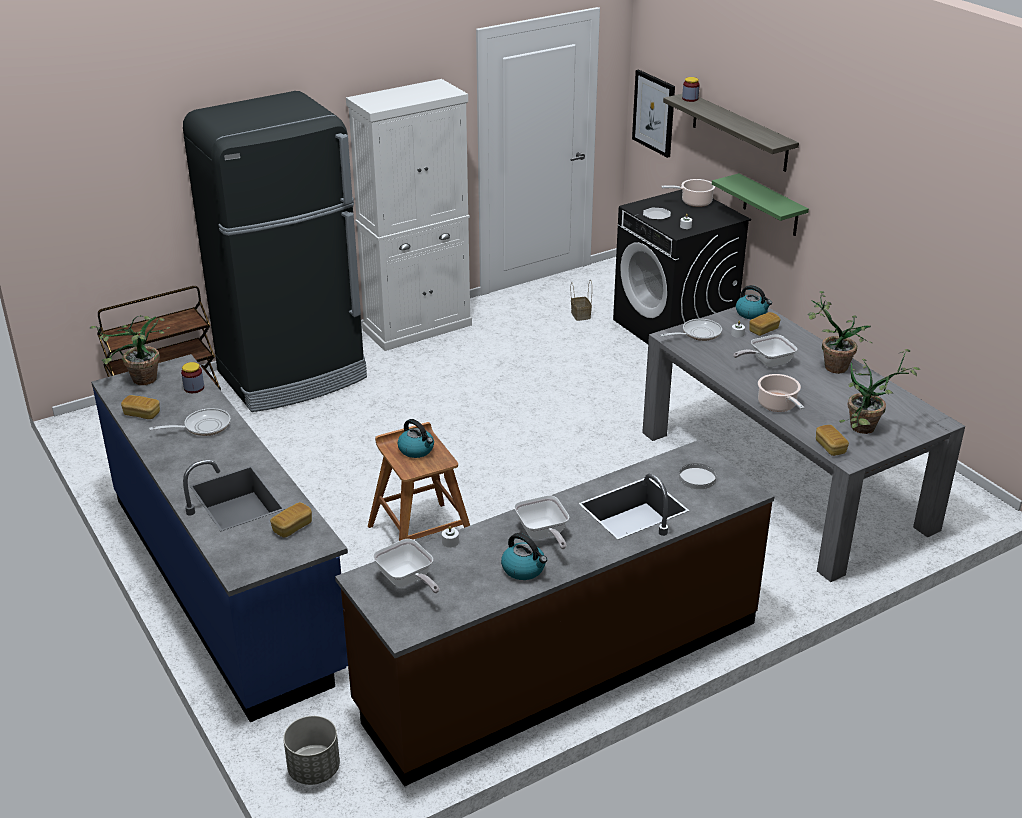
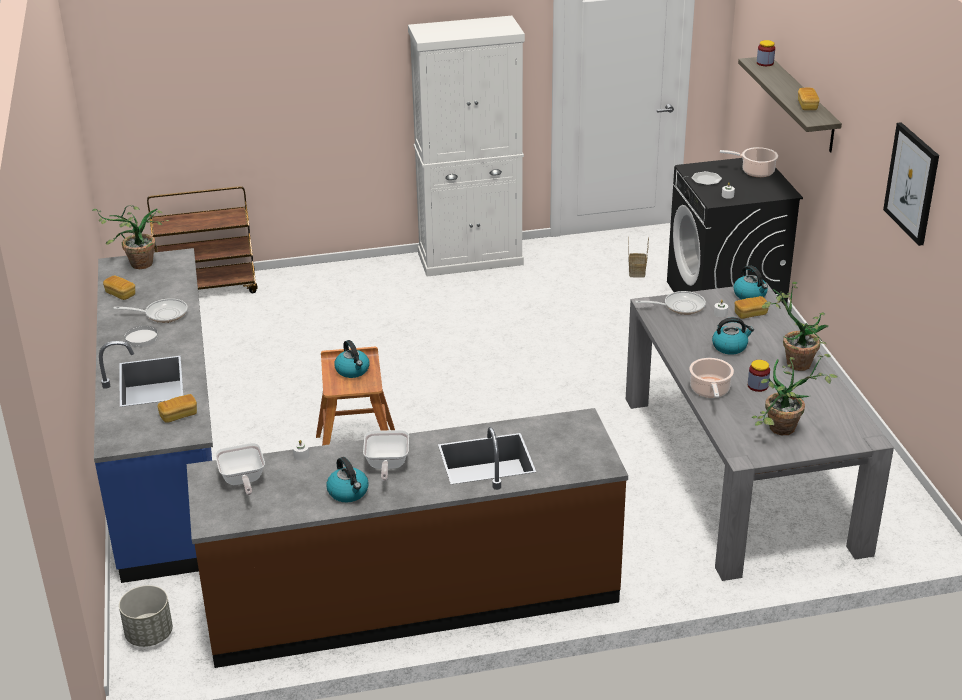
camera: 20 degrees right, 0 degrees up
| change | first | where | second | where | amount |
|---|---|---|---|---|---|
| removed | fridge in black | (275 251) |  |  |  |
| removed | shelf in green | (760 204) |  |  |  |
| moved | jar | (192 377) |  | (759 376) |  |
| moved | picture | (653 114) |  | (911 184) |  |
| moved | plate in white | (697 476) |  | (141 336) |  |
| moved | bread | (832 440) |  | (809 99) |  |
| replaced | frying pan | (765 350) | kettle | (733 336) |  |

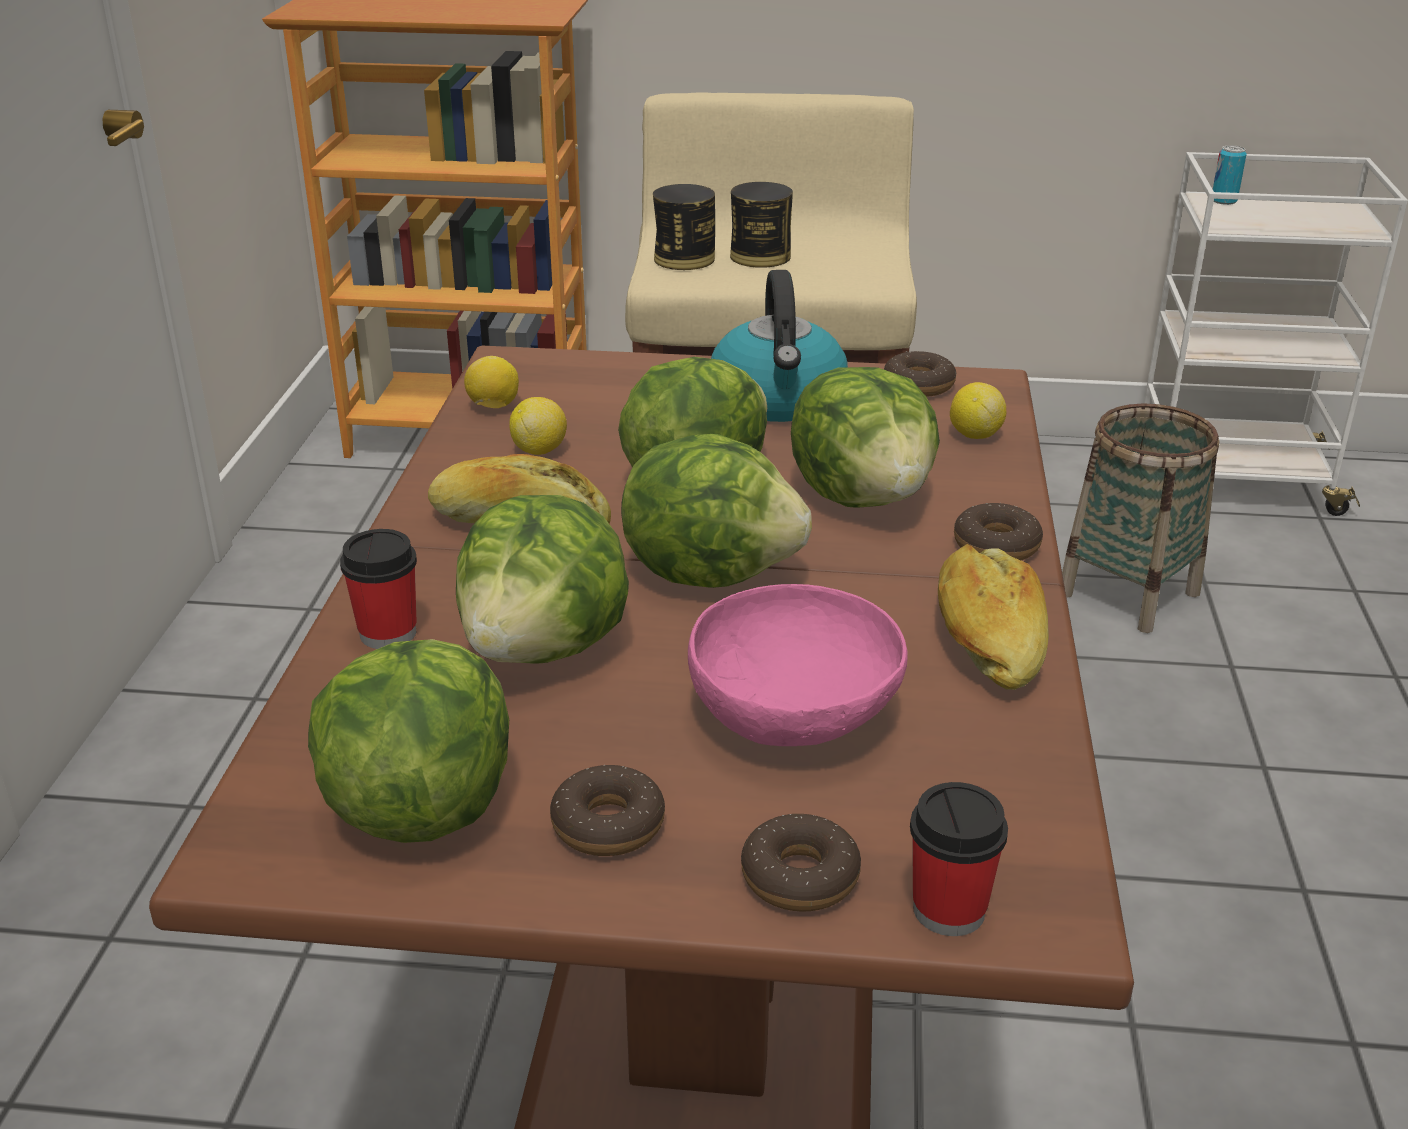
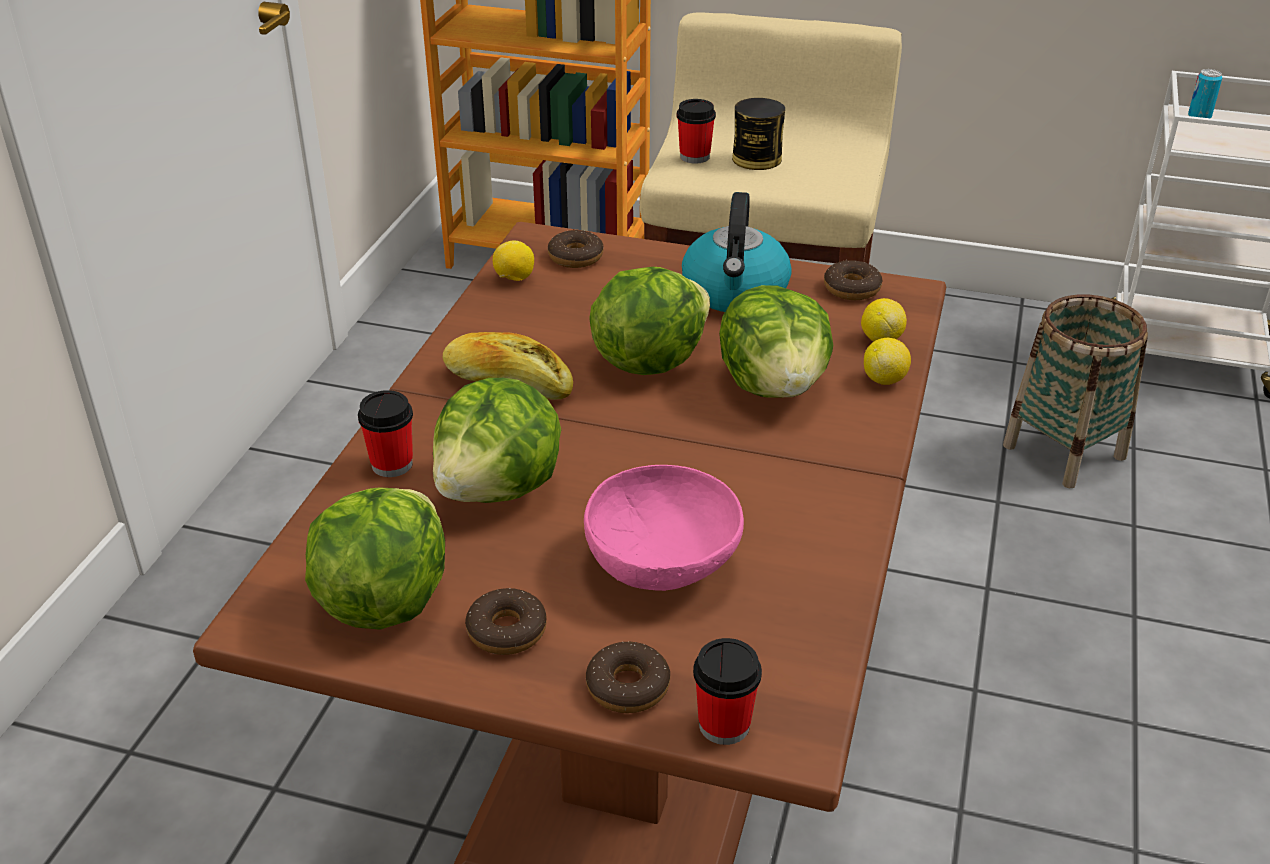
camera: 10 degrees right, 5 degrees up
| change | first | where | second | where | amount |
|---|---|---|---|---|---|
| removed | lettuce | (716 511) |  |  |  |
| removed | bread | (993 617) |  |  |  |
| moved | lemon | (538 426) |  | (887 361) |  |
| moved | donut | (998 531) |  | (575 249) |  |
| replaced | can | (684 227) | cup | (696 131) |  |

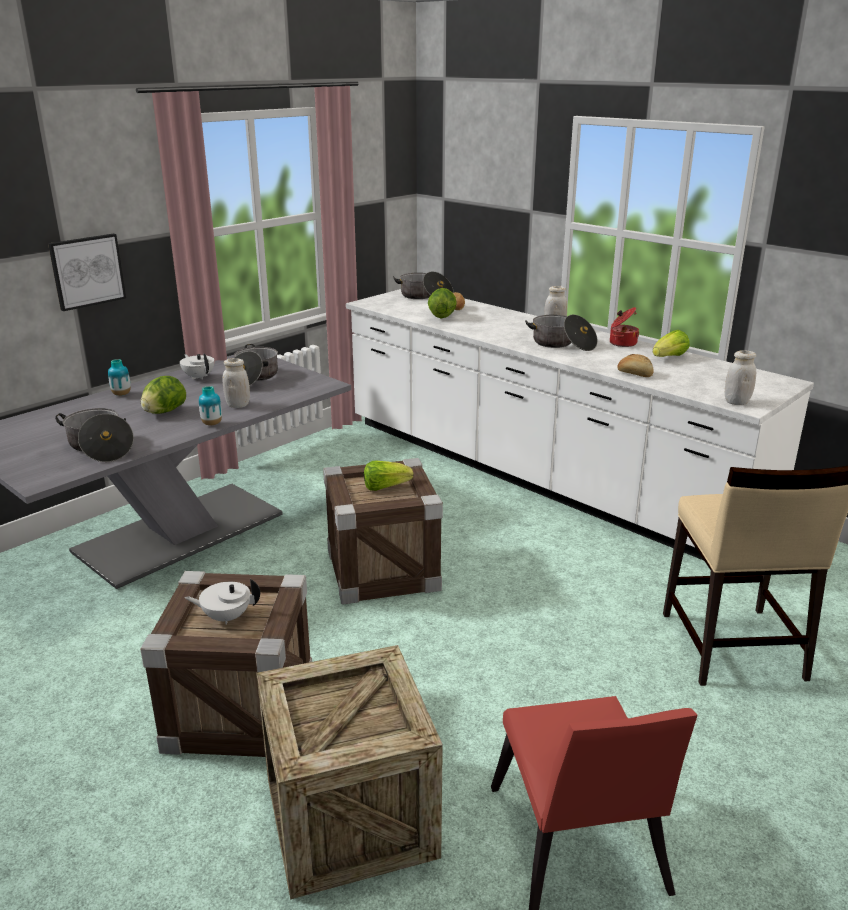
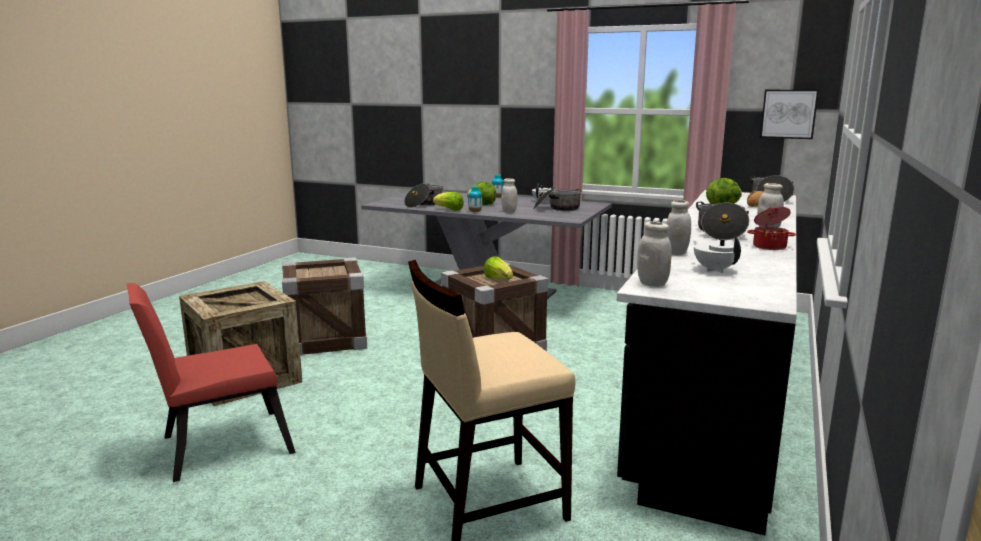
camera: 70 degrees right, 10 degrees down
| change | first | where | second | where | amount |
|---|---|---|---|---|---|
| moved | picture | (87 272) |  | (789 114) |  |
| moved | teapot in white | (222 602) |  | (717 255) |  |
| moved | lettuce | (671 343) |  | (448 201) |  |
| replaced | bread | (635 365) | jar in white | (679 227) |  |
| recoloured | counter in white | (580 424) | counter in black | (707 362) |  |

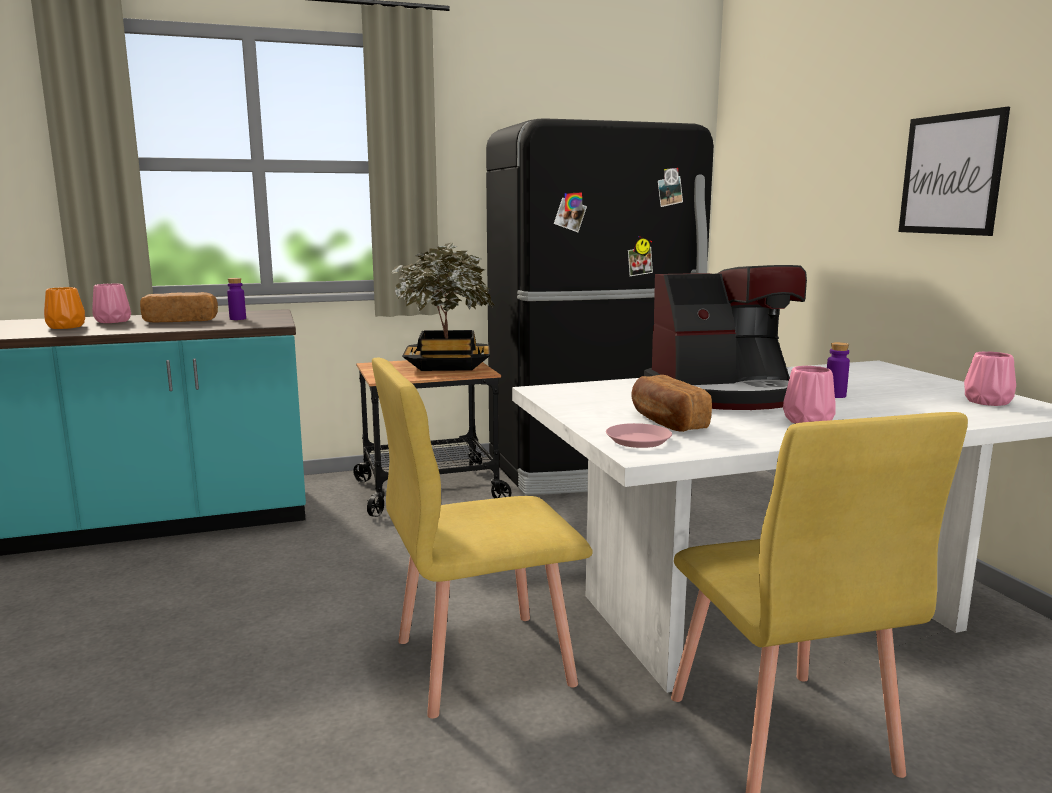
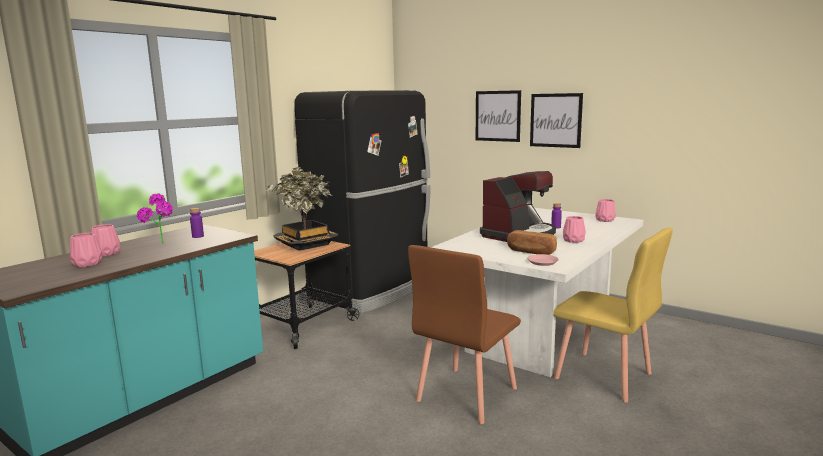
camera: 35 degrees left, 0 degrees up
| change | first | where | second | where | amount |
|---|---|---|---|---|---|
| added |  |  | picture | (498 116) |  |
| replaced | bread | (179 307) | potted plant | (155 218) |  |
| recoloured | vase in orange | (64 308) | vase in pink | (86 250) |  |
| recoloured | chair in yellow | (482 538) | chair in brown | (464 334) |  |

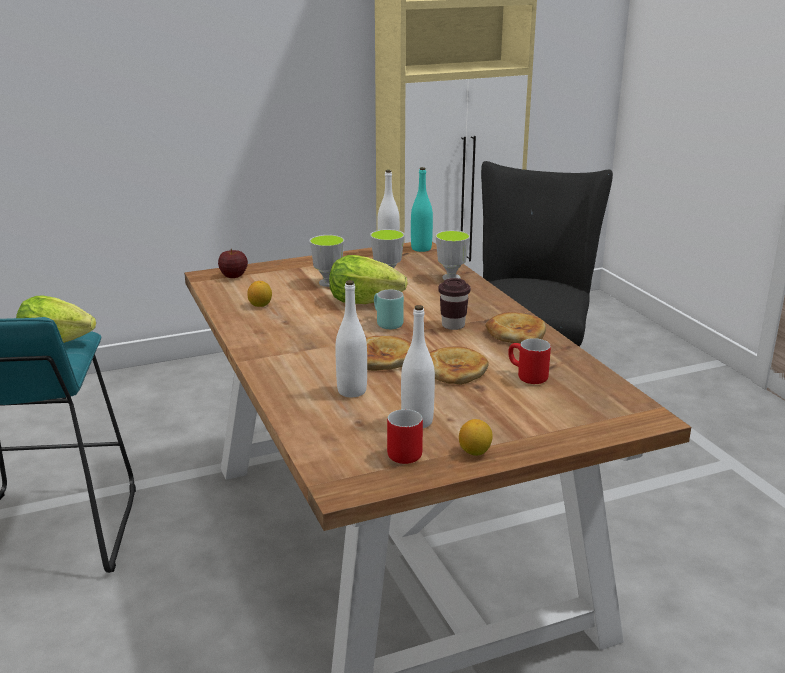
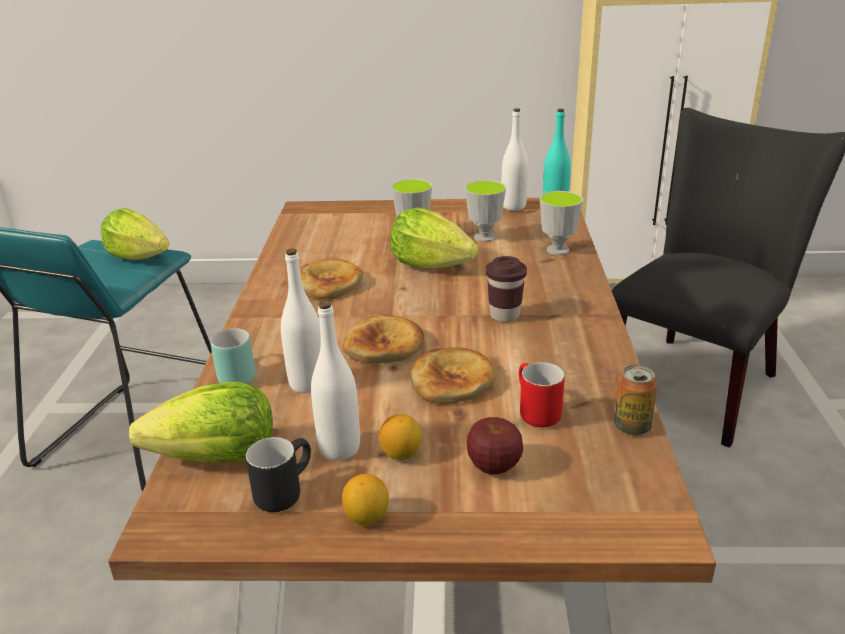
camera: 25 degrees right, 5 degrees up
| change | first | where | second | where | amount |
|---|---|---|---|---|---|
| added |  |  | lettuce | (201 422) |  |
| added |  |  | can | (636 400) |  |
| moved | apple | (233 263) |  | (495 445) |  |
| moved | lemon | (259 294) |  | (400 437) |  |
| moved | mug in turquoise | (389 309) |  | (232 356) |  |
| moved | bread | (515 328) |  | (331 279) |  |
| recoloured | mug in red | (405 436) | mug in black | (278 474) |  |

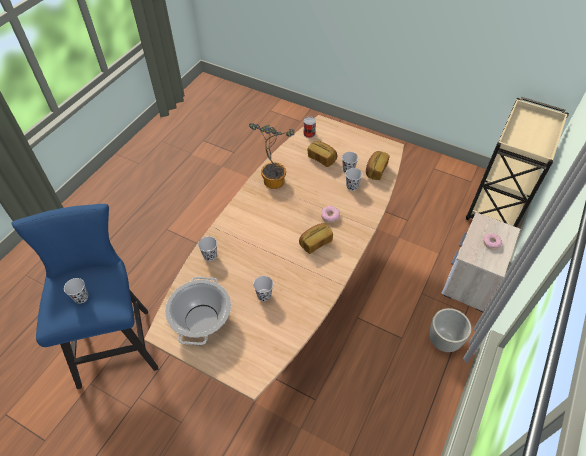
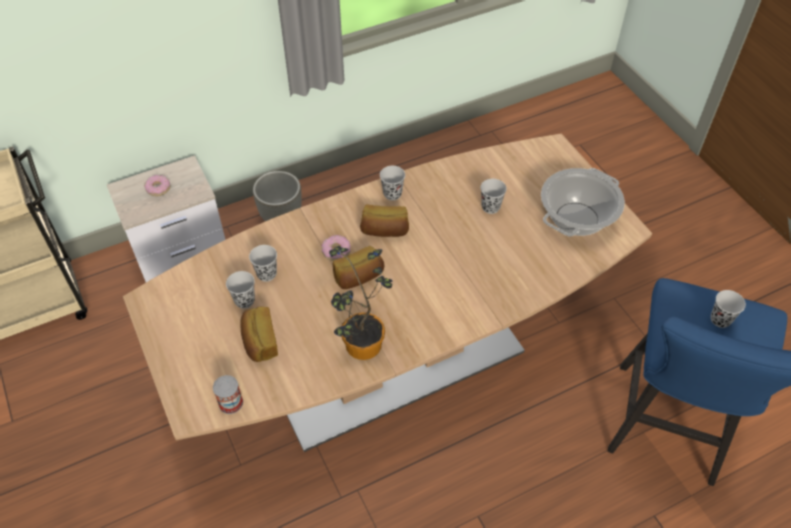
camera: 145 degrees left, 0 degrees up
| change | first | where | second | where | amount |
|---|---|---|---|---|---|
| moved | cup in black | (207 248) |  | (392 183) |  |
| moved | bread | (378 165) |  | (358 267) |  |

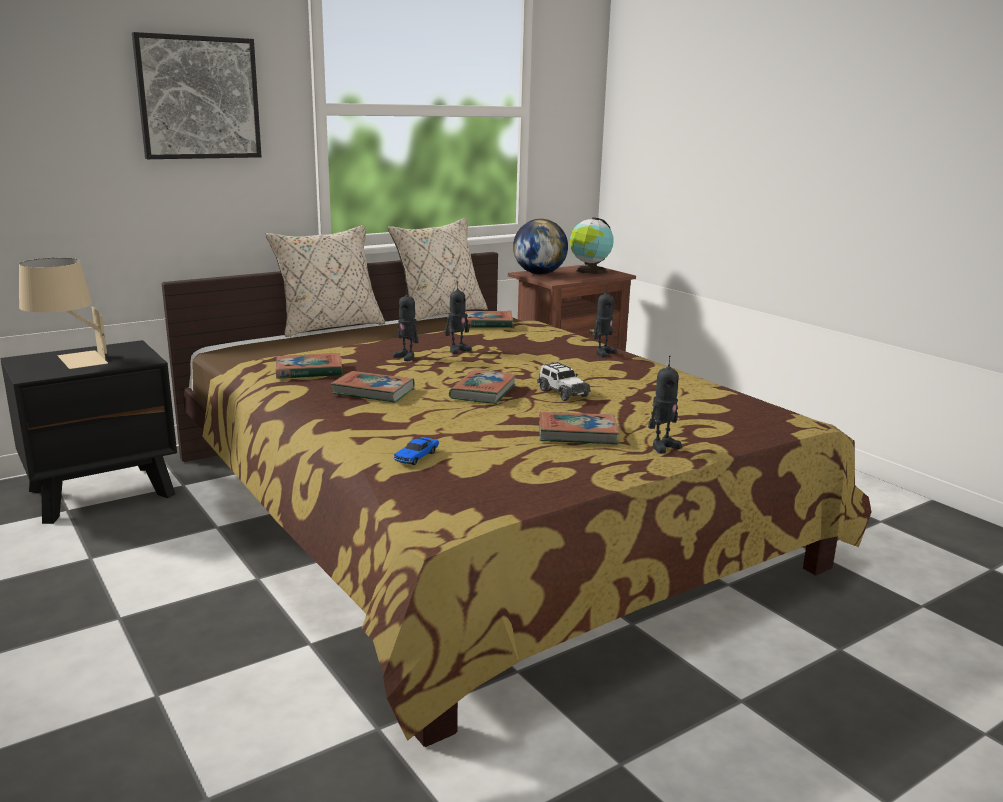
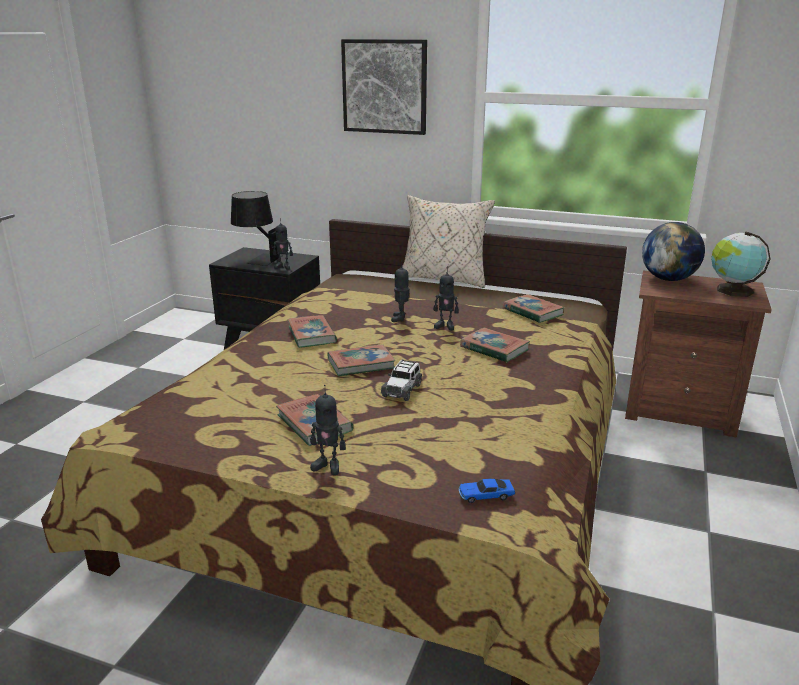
camera: 55 degrees right, 5 degrees up
| change | first | where | second | where | amount |
|---|---|---|---|---|---|
| removed | pillow in beige | (438 269) |  |  |  |
| moved | book | (309 366) |  | (495 345) |  |
| moved | toy car | (416 451) |  | (487 491) |  |
| moved | toy robot | (605 321) |  | (283 244) |  |
| recoloured | table lamp in beige | (63 313) | table lamp in black | (257 228) |  |

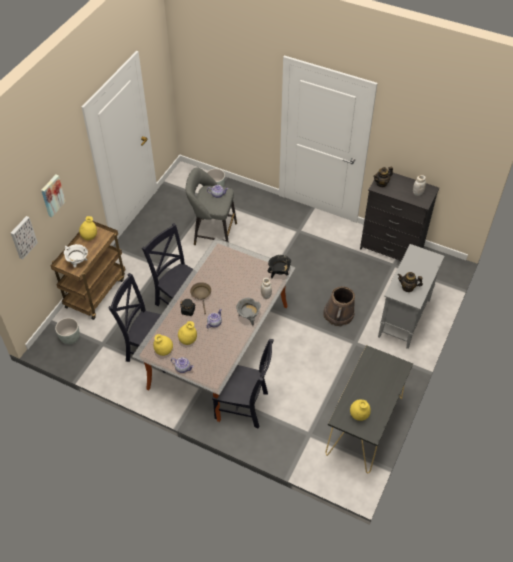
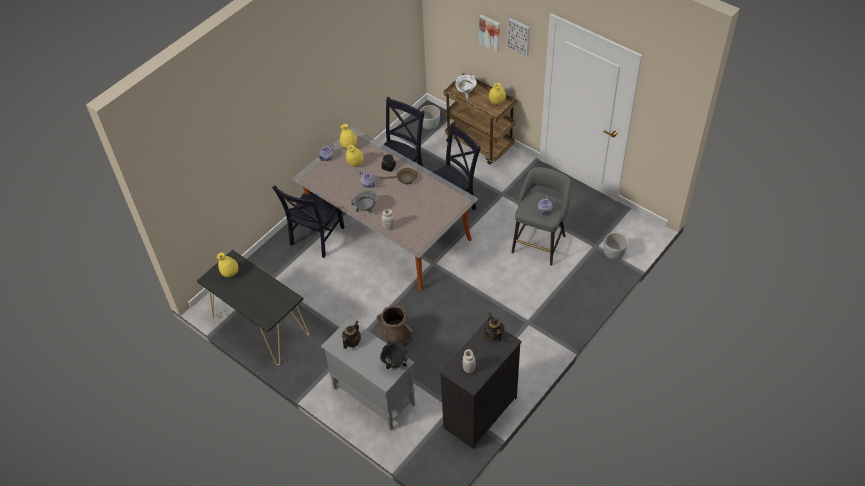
camera: 105 degrees right, 0 degrees up
| change | first | where | second | where | amount |
|---|---|---|---|---|---|
| moved | picture | (24 238) |  | (518 37) |  |
| moved | cooking pot in black | (279 266) |  | (394 355) |  |

